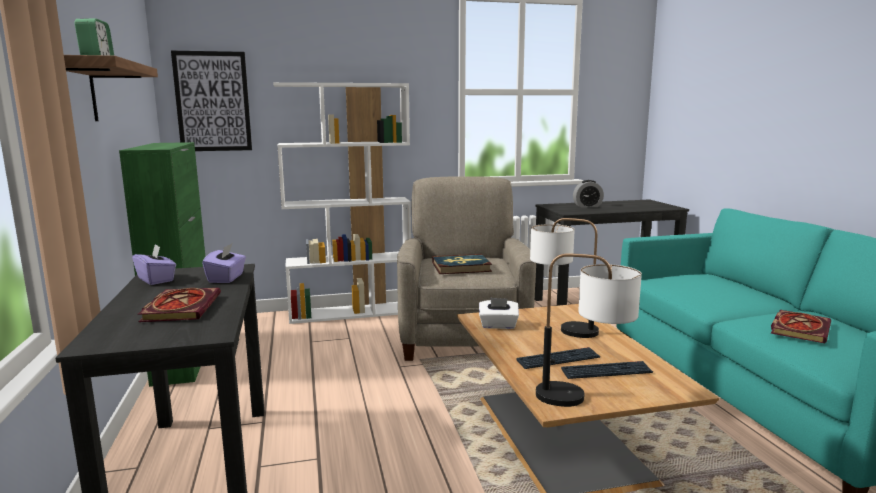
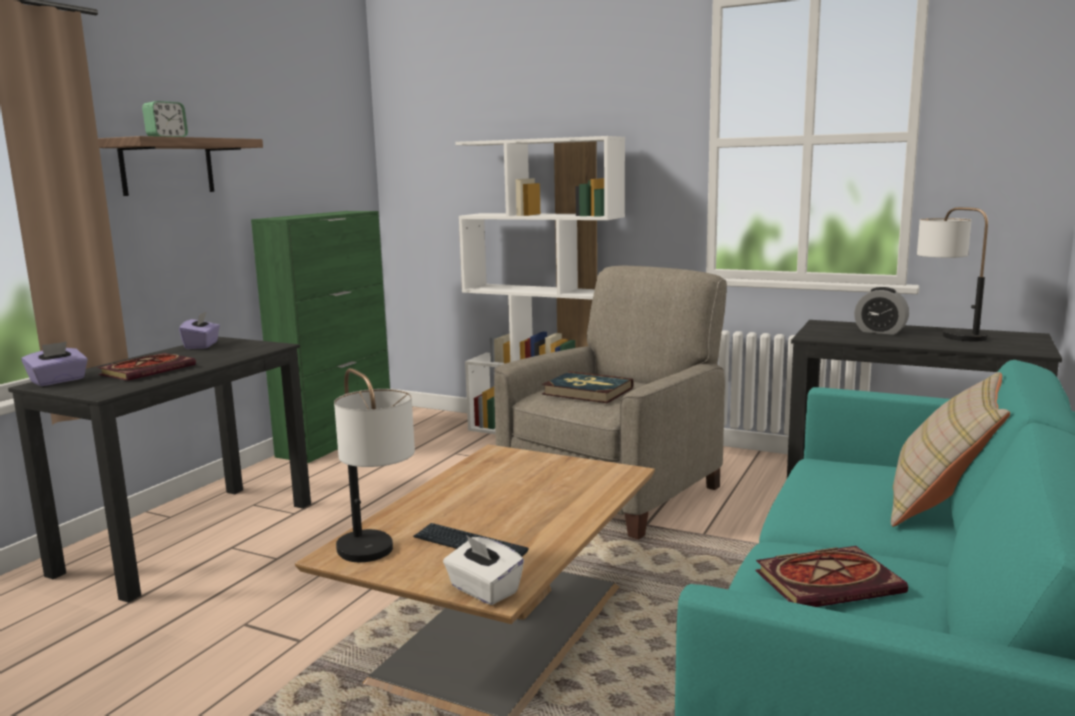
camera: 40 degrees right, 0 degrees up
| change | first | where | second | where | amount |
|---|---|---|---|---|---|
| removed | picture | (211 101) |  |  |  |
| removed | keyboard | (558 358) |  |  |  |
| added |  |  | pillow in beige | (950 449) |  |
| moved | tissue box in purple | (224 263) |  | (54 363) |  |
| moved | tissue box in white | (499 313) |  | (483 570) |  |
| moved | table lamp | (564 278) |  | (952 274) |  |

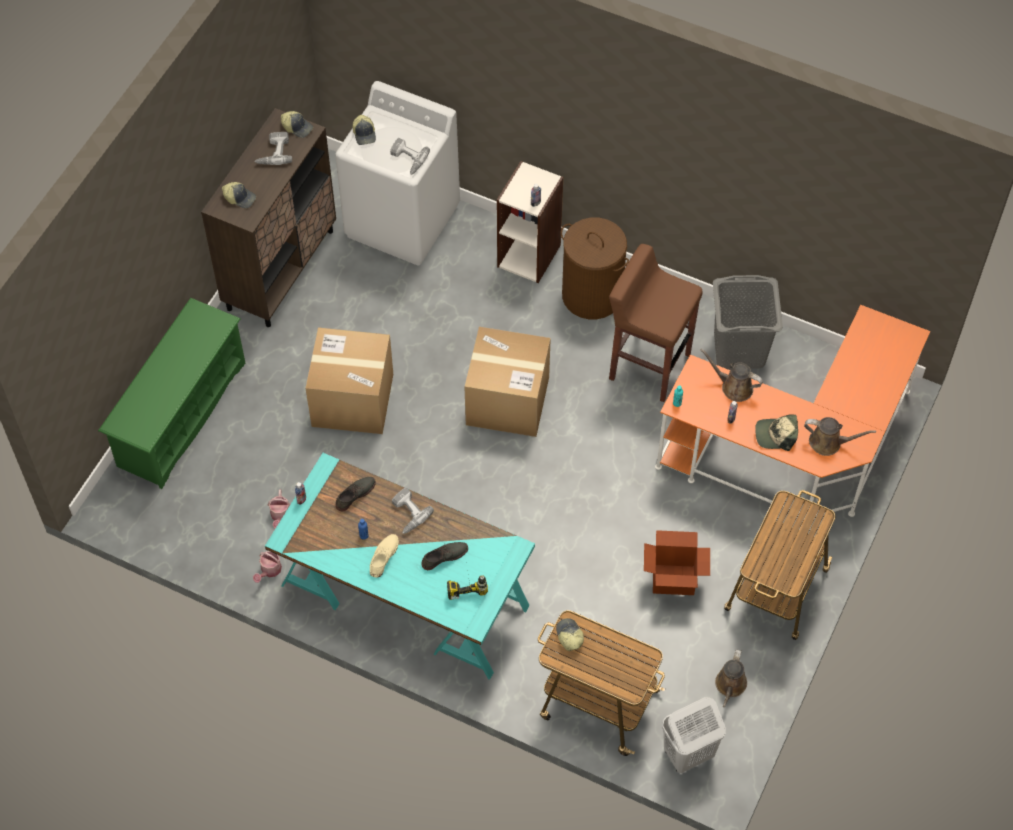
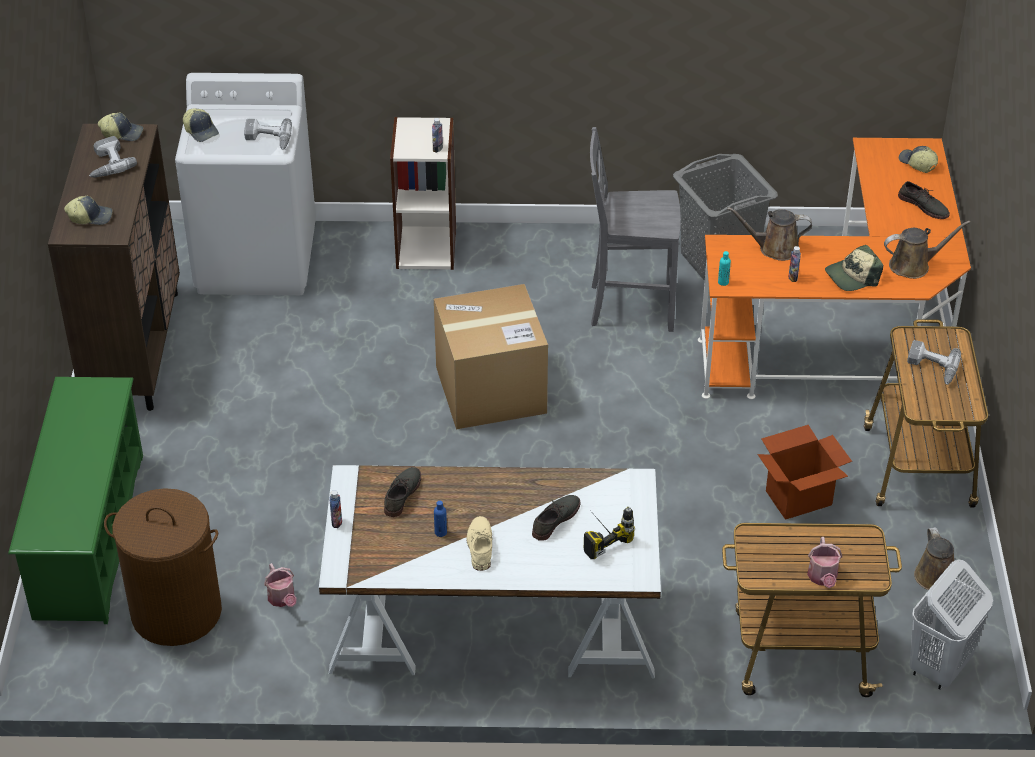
camera: 25 degrees left, 15 degrees down
| change | first | where | second | where | amount |
|---|---|---|---|---|---|
| removed | cardboard box | (349 380) |  |  |  |
| added |  |  | shoe in grey | (924 200) |  |
| moved | watering can | (267 567) |  | (824 562) |  |
| moved | power drill | (413 511) |  | (934 362) |  |
| moved | cap | (570 634) |  | (918 159) |  |
| moved | laundry basket in brown | (595 268) |  | (163 567) |  |
| replaced | stool in brown | (656 323) | chair in grey | (635 229) |  |
| recoloured | desk in turquoise | (400 566) | desk in white | (490 571) |  |

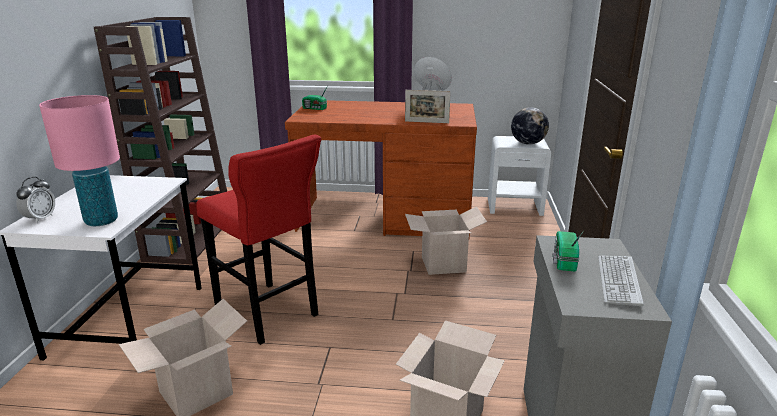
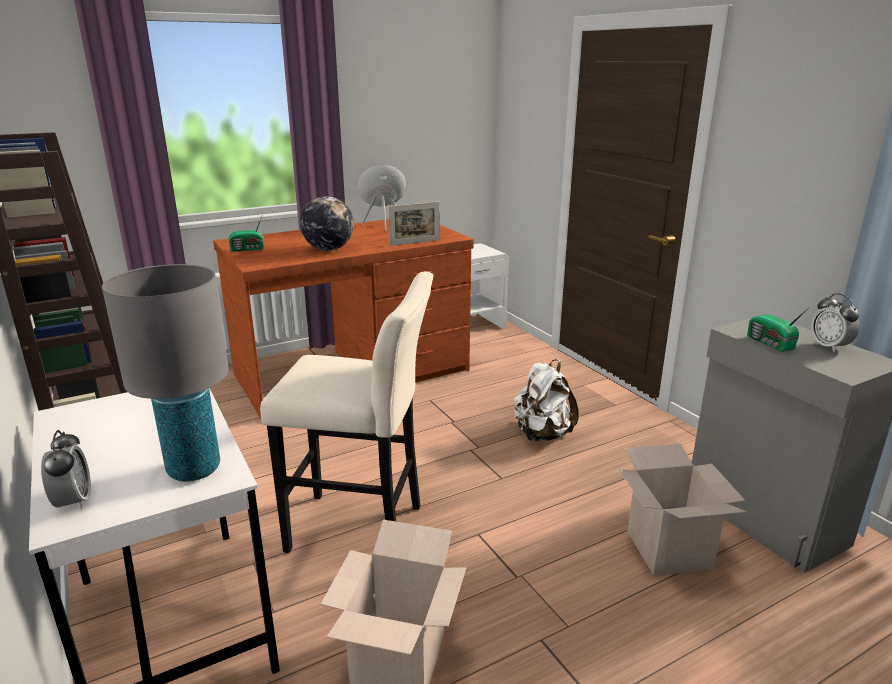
camera: 35 degrees left, 0 degrees up
| change | first | where | second | where | amount |
|---|---|---|---|---|---|
| removed | cardboard box | (446 241) |  |  |  |
| added |  |  | backpack in white | (546 400) |  |
| moved | globe | (530 126) |  | (327 223) |  |
| replaced | keyboard | (621 281) | alarm clock | (835 322) |  |
| recoloured | table lamp in pink | (79 160) | table lamp in grey | (165 373) |  |
| recoloured | stool in red | (258 240) | stool in beige | (346 412) |  |

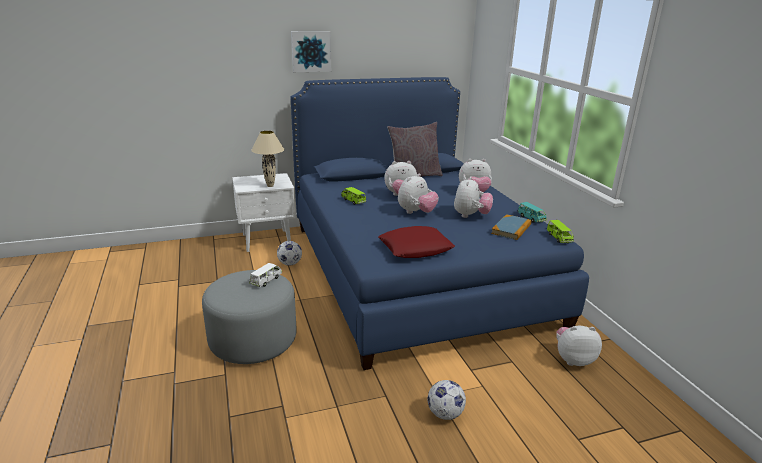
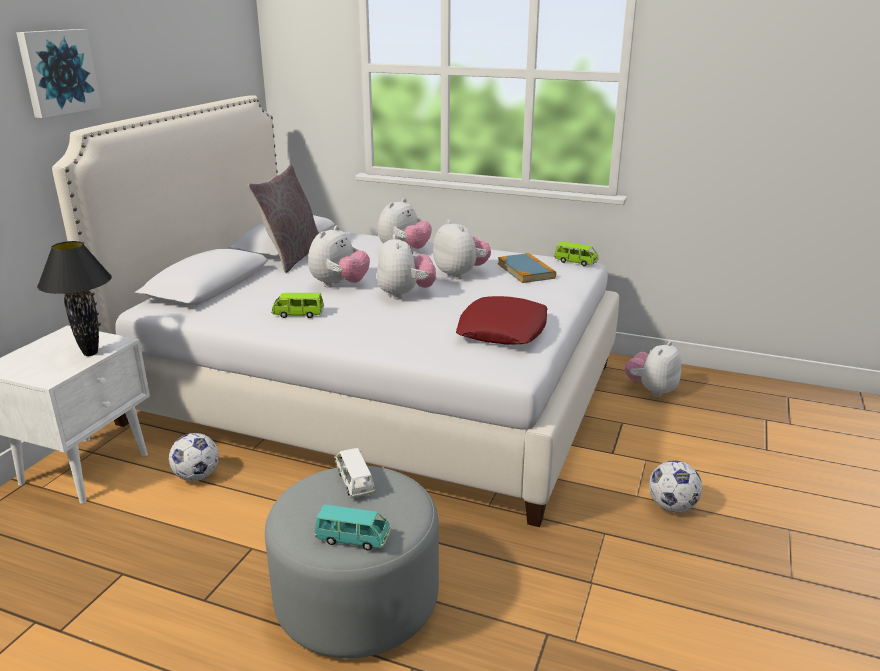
camera: 50 degrees left, 0 degrees up
| change | first | where | second | where | amount |
|---|---|---|---|---|---|
| moved | toy car in turquoise | (532 212) |  | (352 527) |  |
| recoloured | table lamp in beige | (267 158) | table lamp in black | (74 298) |  |
| recoloured | bed in blue | (440 223) | bed in white | (335 311) |  |

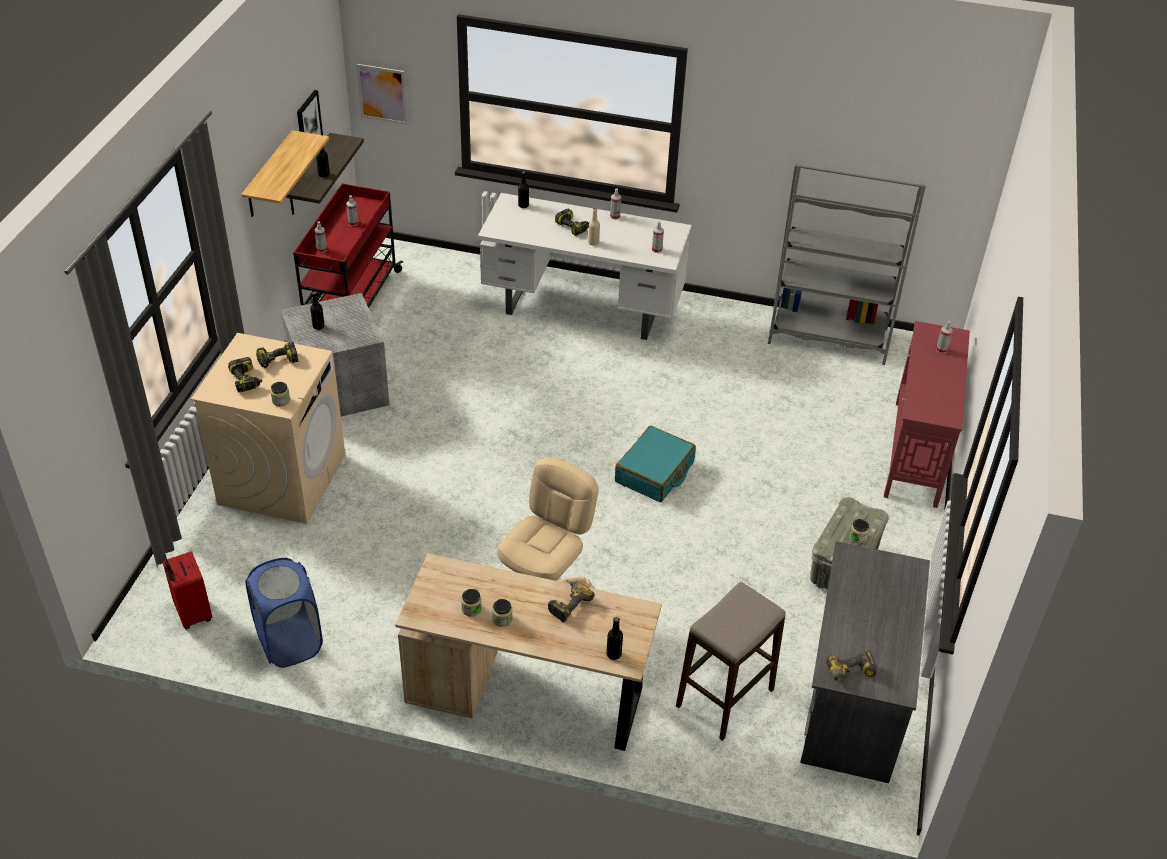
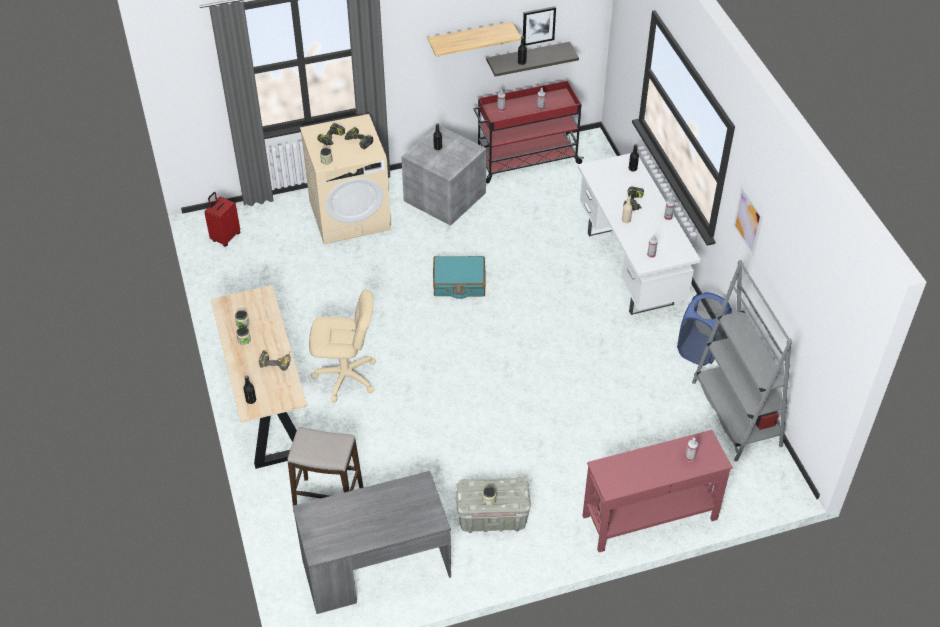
camera: 60 degrees right, 5 degrees up
| change | first | where | second | where | amount |
|---|---|---|---|---|---|
| removed | power drill | (851 669) |  |  |  |
| moved | laundry basket in blue | (284 613) |  | (704 329) |  |
| moved | picture | (382 94) |  | (748 221) |  |
| moved | suitcase in turquoise | (655 464) |  | (459 277) |  |

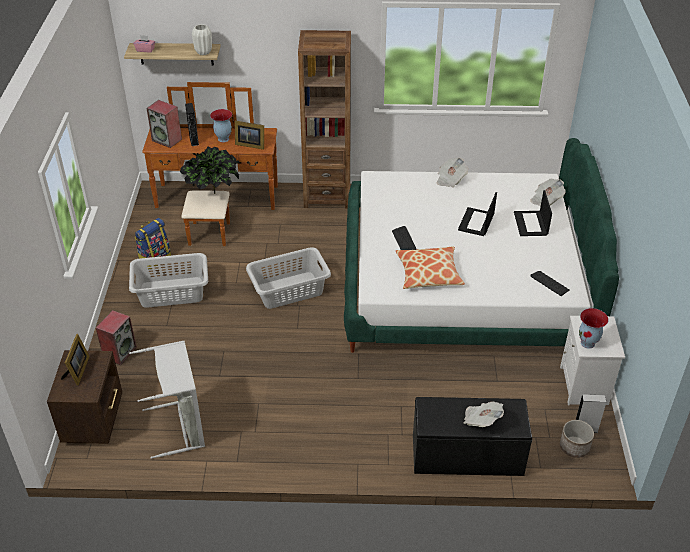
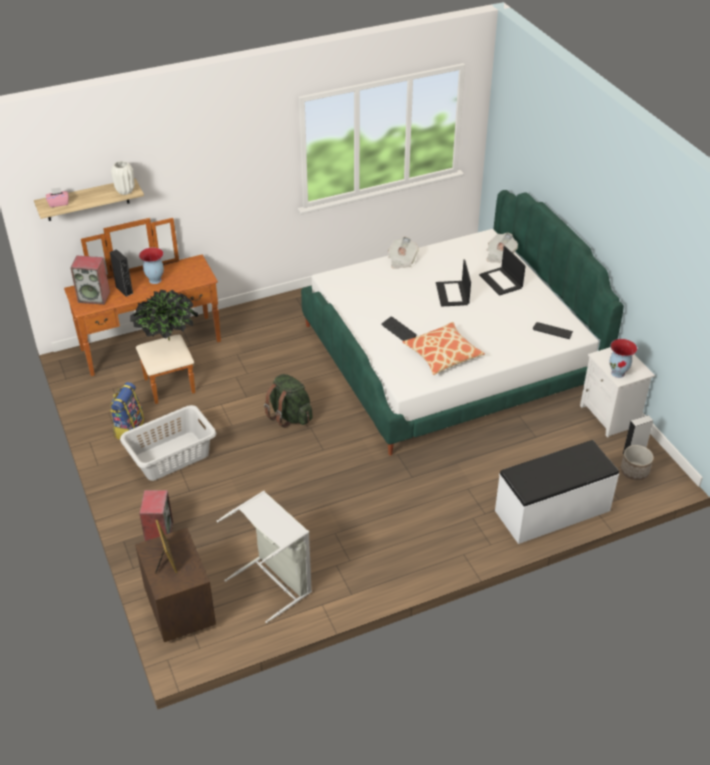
camera: 25 degrees left, 0 degrees up
| change | first | where | second | where | amount |
|---|---|---|---|---|---|
| removed | picture frame | (249 135) |  |  |  |
| removed | bookcase in brown | (324 119) |  |  |  |
| removed | newspaper | (483 414) |  |  |  |
| replaced | laundry basket in grey | (288 278) | backpack in green | (288 401) |  |
| recoloured | bench in black | (472 436) | bench in white | (557 492) |  |

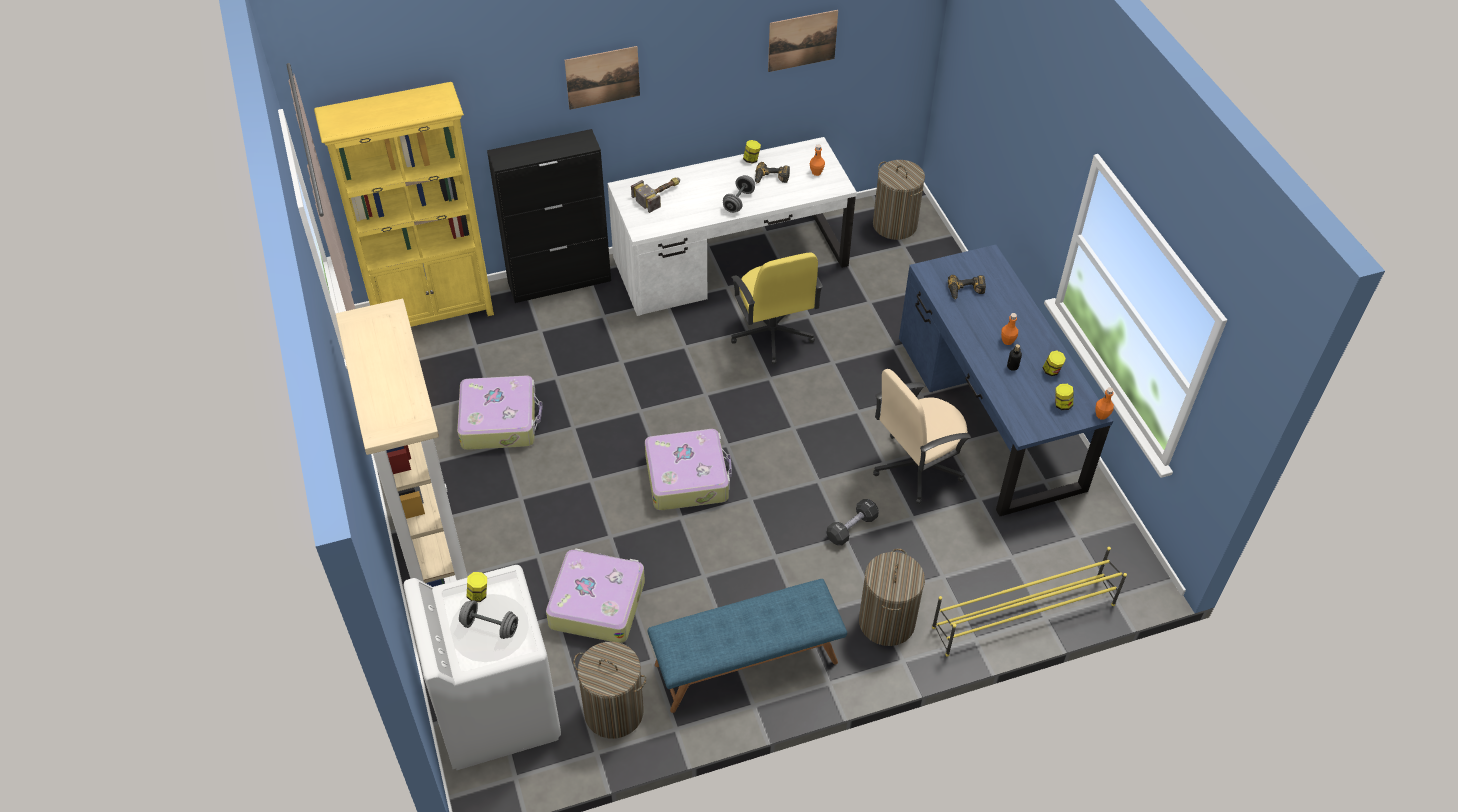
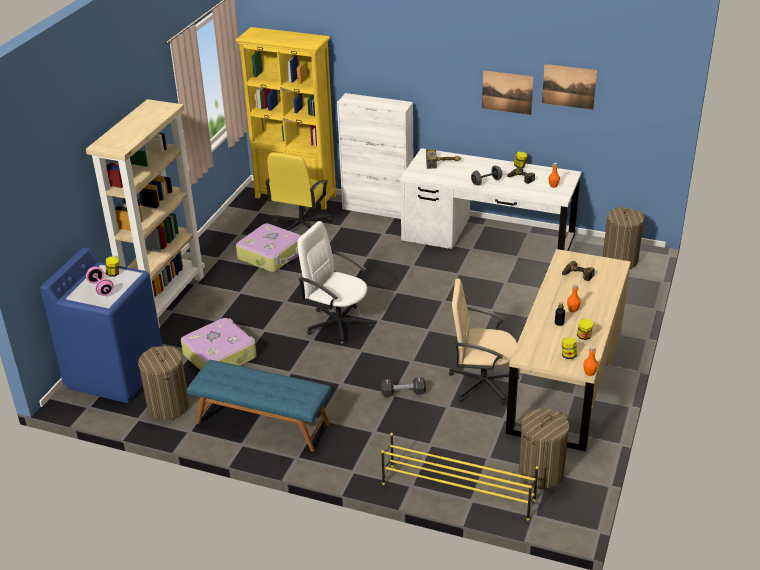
camera: 40 degrees right, 15 degrees down
| change | first | where | second | where | amount |
|---|---|---|---|---|---|
| moved | picture | (602 78) |  | (508 92) |  |
| moved | office chair in yellow | (777 308) |  | (298 191) |  |
| moved | laundry basket | (892 597) |  | (544 448) |  |
| replaced | suitcase | (688 470) | office chair in white | (335 283) |  |
| recoloured | washing machine in white | (482 667) | washing machine in blue | (101 325) |  |
| recoloured | dumbbell in grey | (488 619) | dumbbell in pink | (99 281) |  |
| recoloured | cabinet in black | (549 216) | cabinet in white | (375 156) |  |
| recoloured | desk in blue | (1006 380) | desk in beige | (568 350) |  |

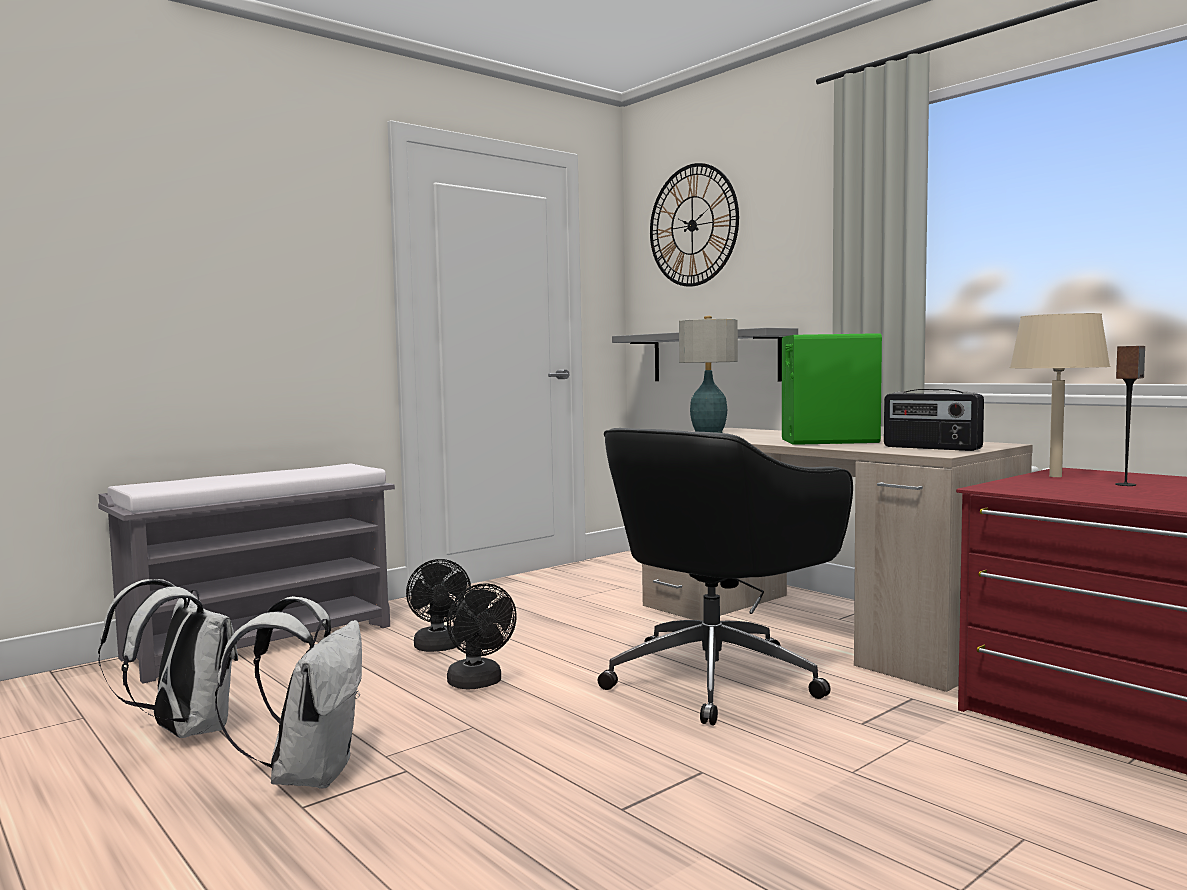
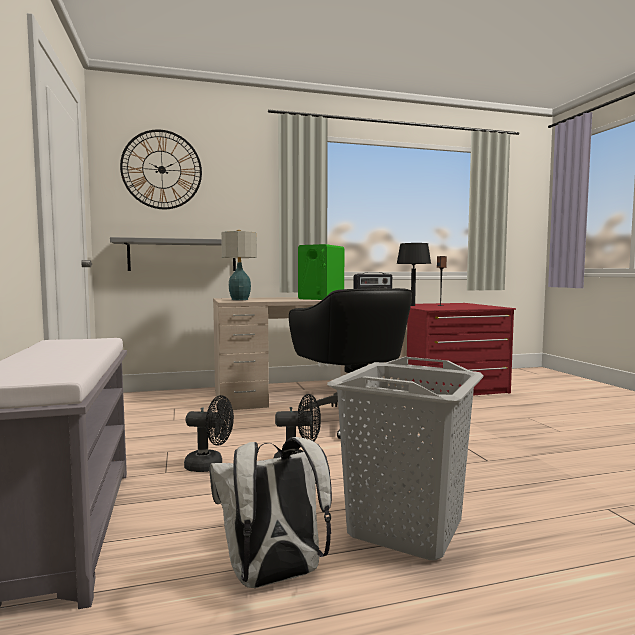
camera: 65 degrees left, 0 degrees up
| change | first | where | second | where | amount |
|---|---|---|---|---|---|
| replaced | backpack in white | (288 692) | laundry basket in grey | (405 459) |  |
| recoloured | table lamp in beige | (1060 395) | table lamp in black | (414 274) |  |

